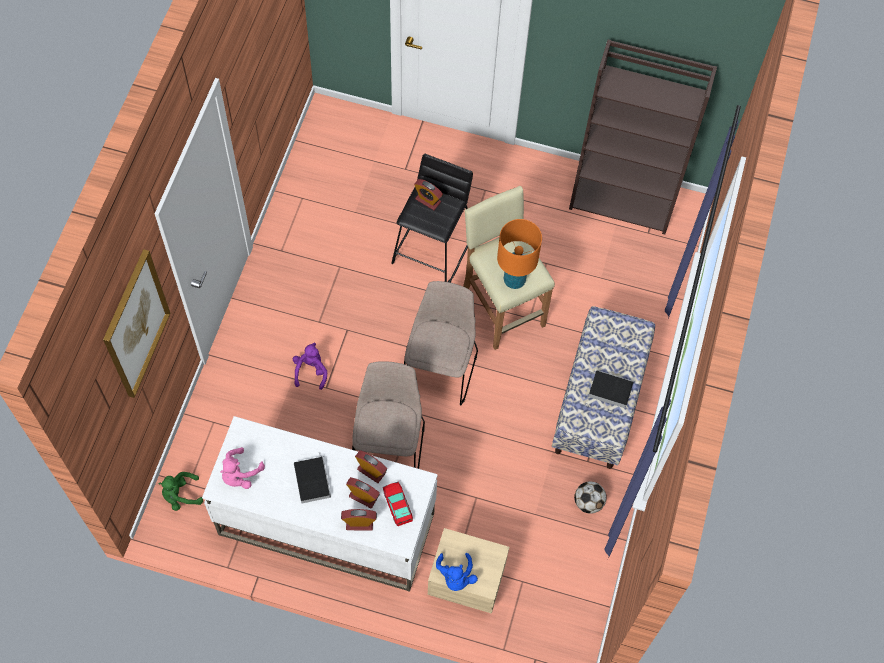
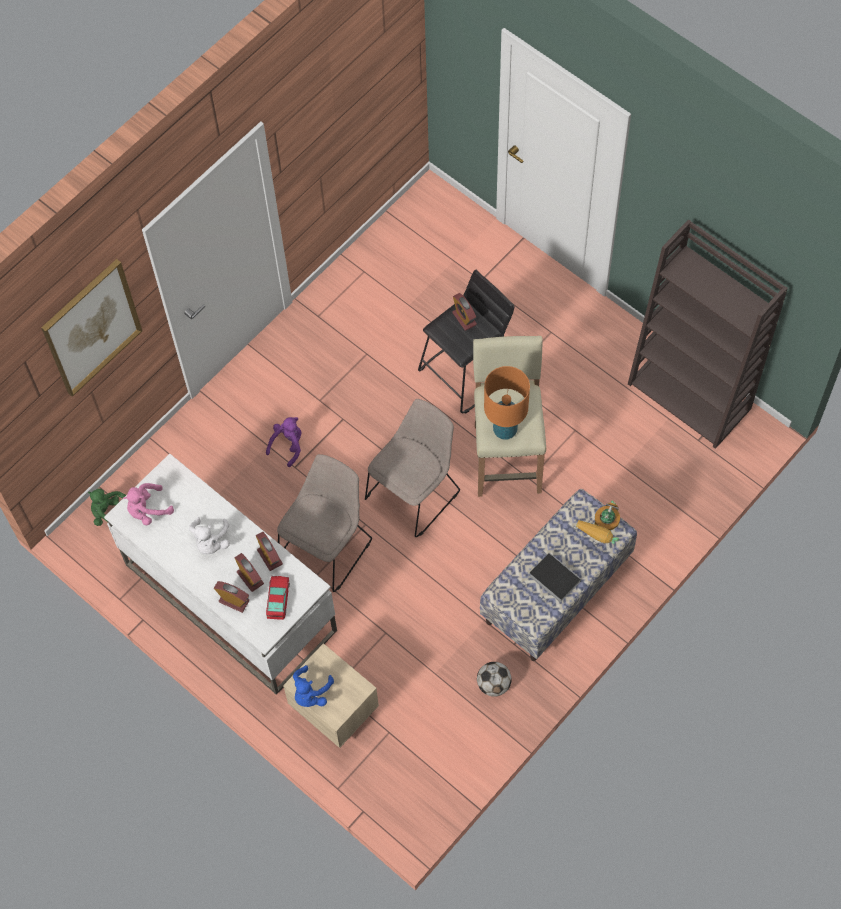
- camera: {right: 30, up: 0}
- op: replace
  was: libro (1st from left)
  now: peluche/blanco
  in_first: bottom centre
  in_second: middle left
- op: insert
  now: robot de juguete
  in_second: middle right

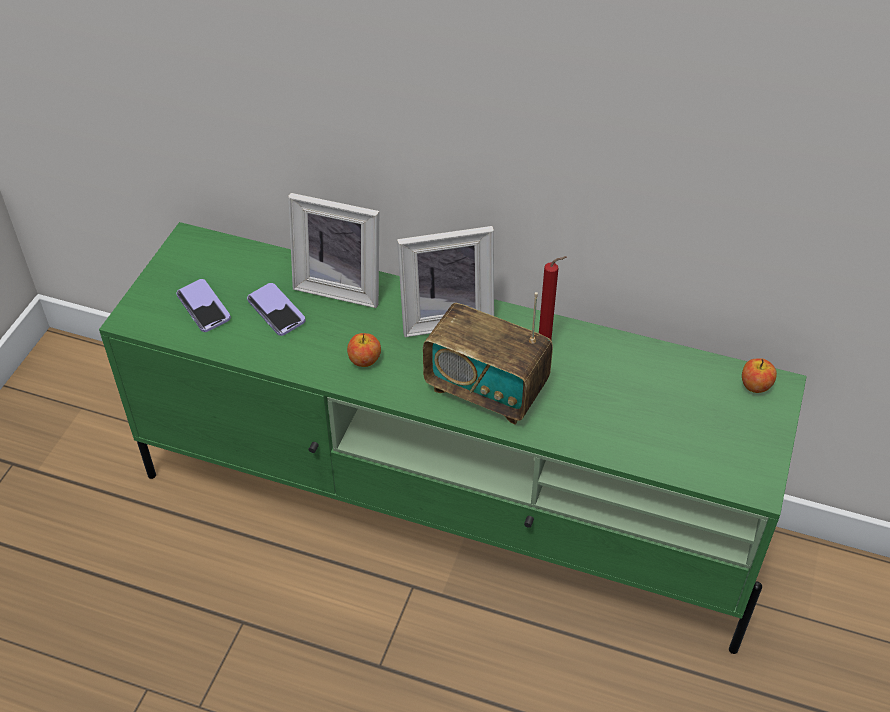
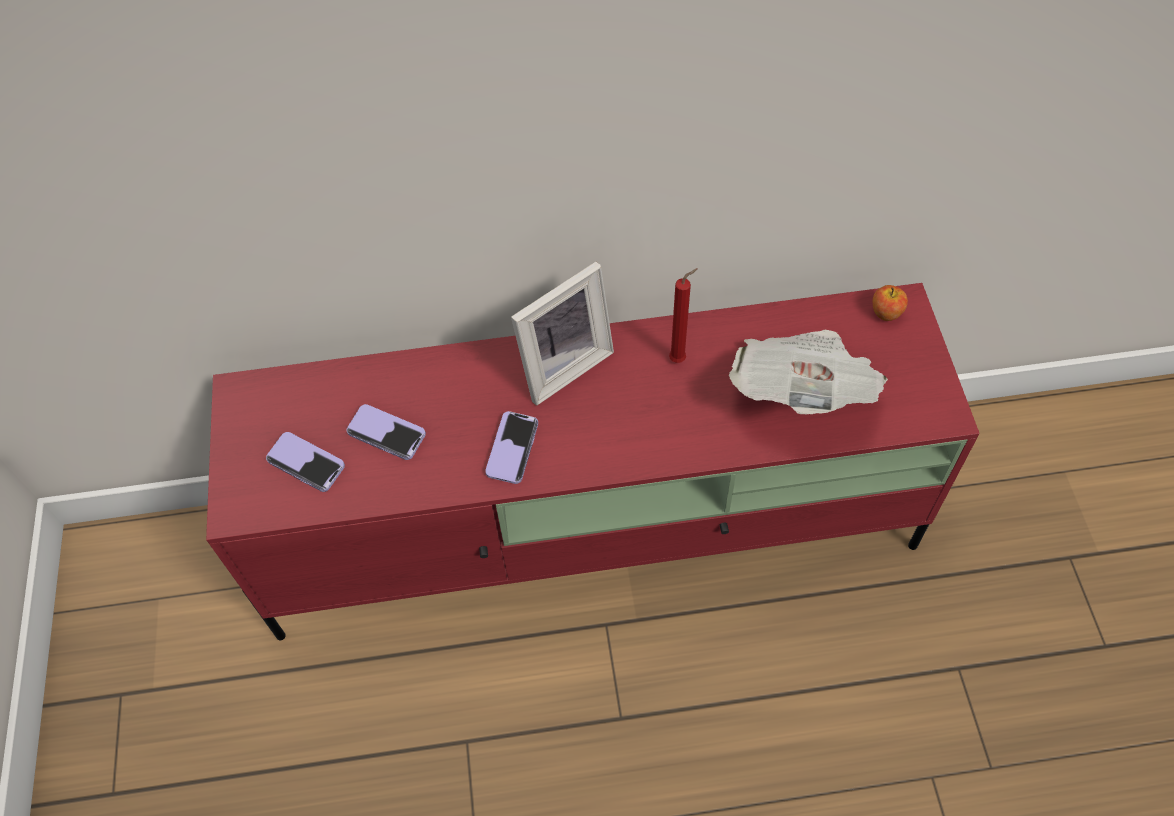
- camera: {right: -25, up: 10}
- op: recolor
  was: mueble de televisión/verde
  now: mueble de televisión/rojo
  in_first: centre
  in_second: centre
- op: delete
  was: portarretratos (1st from left)
  in_first: centre
- op: replace
  was: manzana (1st from left)
  now: móvil (3rd from left)
  in_first: centre
  in_second: centre
- op: delete
  was: radio
  in_first: centre
- op: insert
  now: periódico
  in_second: middle right

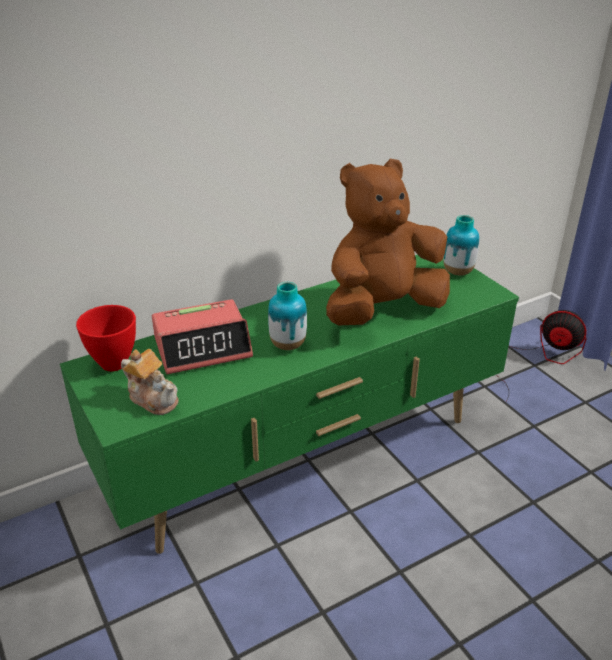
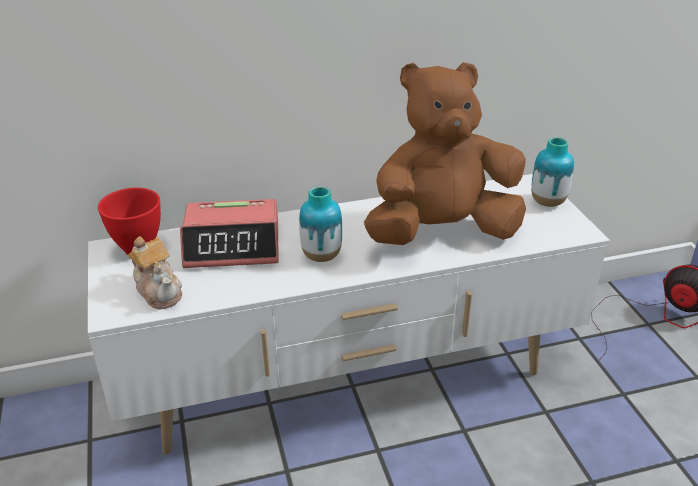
- camera: {right: 15, up: 0}
- op: recolor
  was: mueble de televisión/verde
  now: mueble de televisión/blanco
  in_first: centre
  in_second: centre

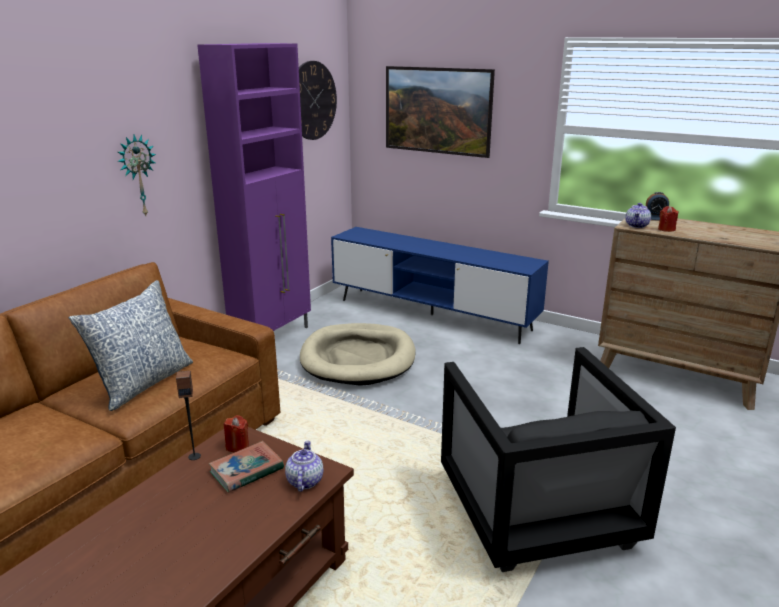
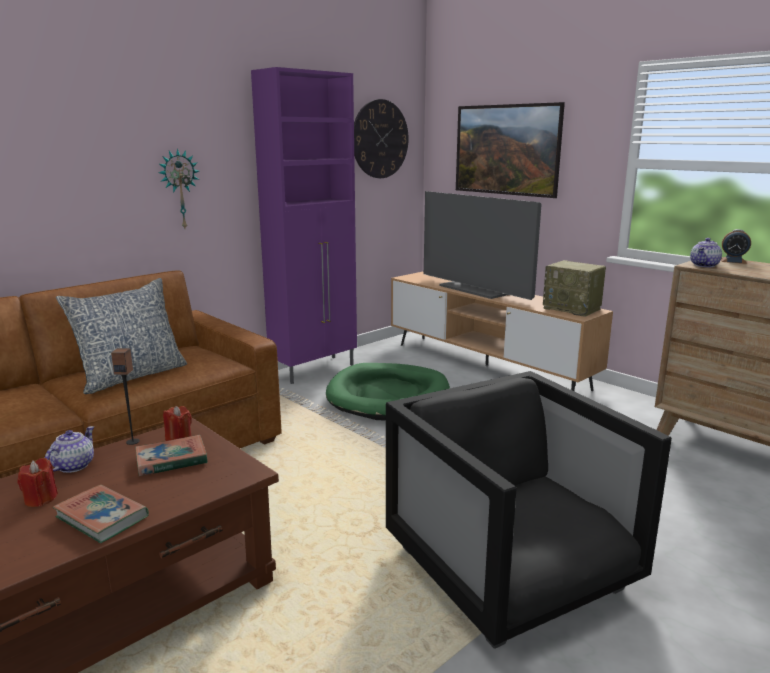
- camera: {right: 15, up: -5}
- op: move
  was: tetera (1st from left)
  in_first: bottom centre
  in_second: bottom left
- op: recolor
  was: cama para perro/beis
  now: cama para perro/verde
  in_first: centre
  in_second: centre
- op: recolor
  was: mueble de televisión/azul
  now: mueble de televisión/marrón
  in_first: centre
  in_second: centre
- op: rotate
  was: sillón/negro
  in_first: bottom right
  in_second: bottom right
  clockwise: 150
- op: move
  was: vela/rojo (2nd from left in the first image)
  now: vela/rojo (1st from left)
  in_first: middle right
  in_second: bottom left
- op: insert
  now: libro (1st from left)
  in_second: bottom left
- op: insert
  now: televisor
  in_second: centre
- op: insert
  now: radio
  in_second: middle right

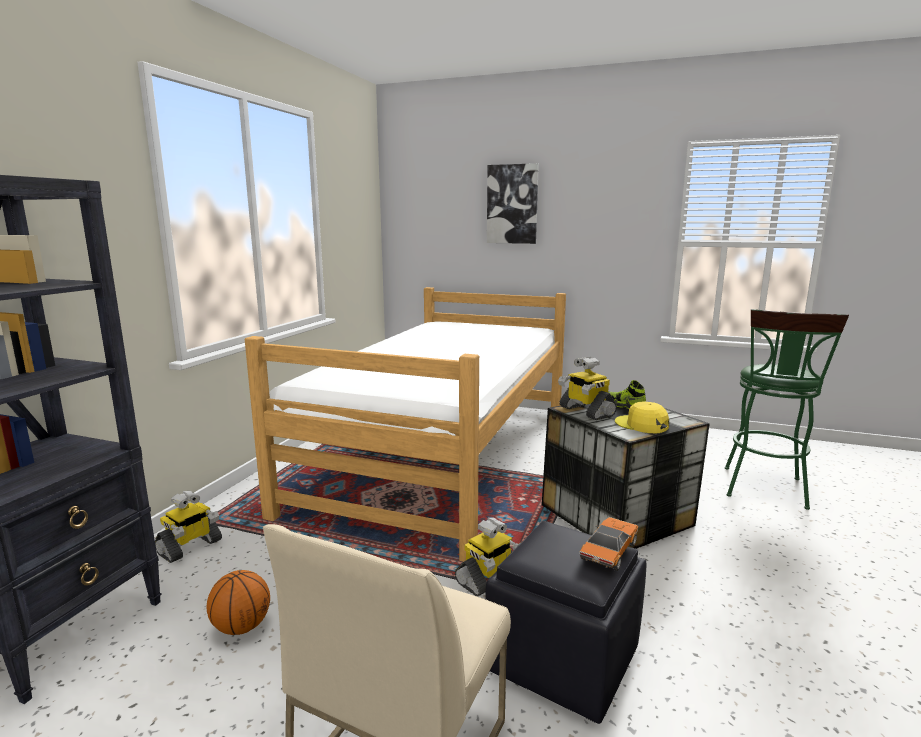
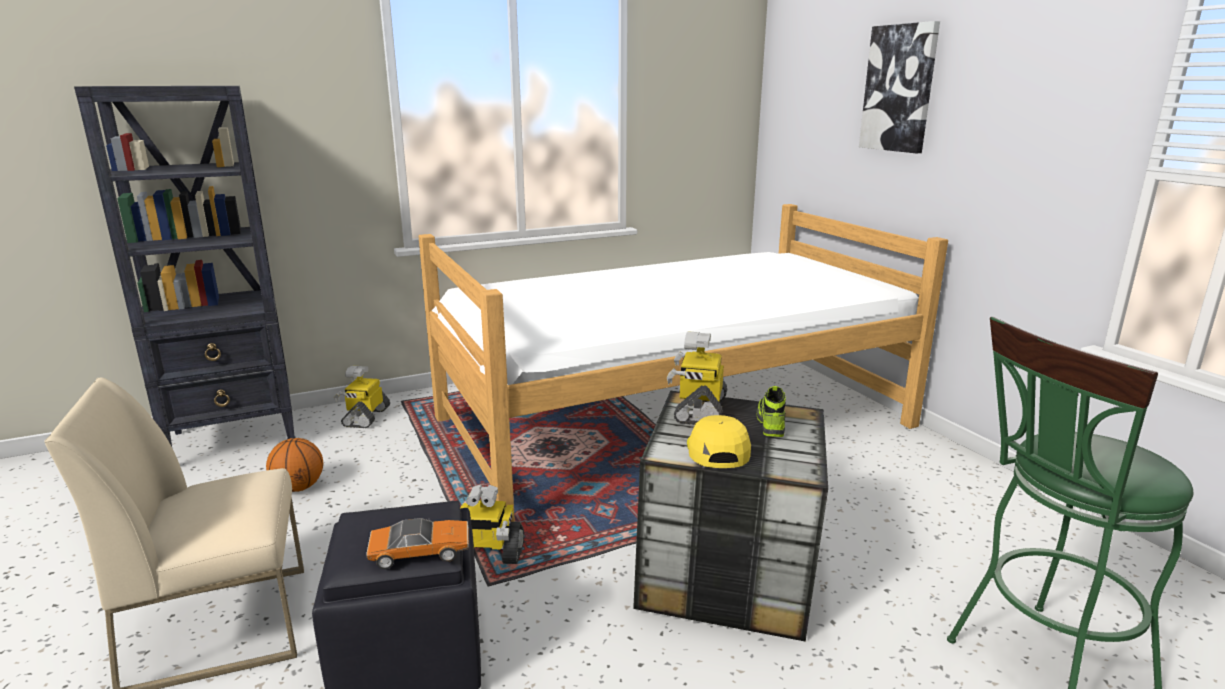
- camera: {right: 45, up: 5}
- op: rotate
  was: robot de juguete (1st from left)
  in_first: bottom left
  in_second: middle left
  clockwise: 105

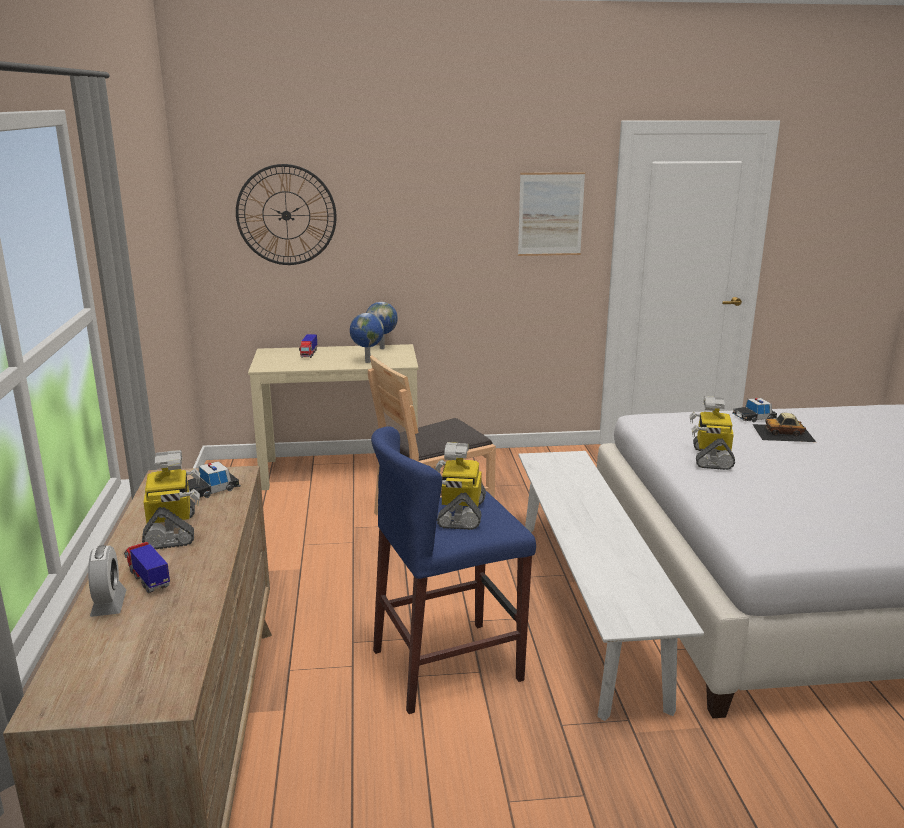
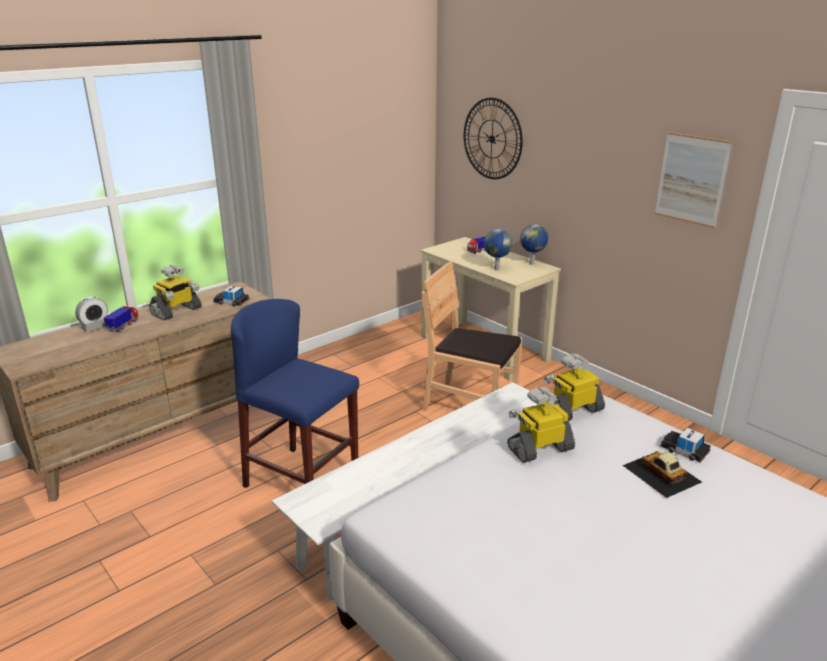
- camera: {right: 55, up: 5}
- op: move
  was: robot de juguete (2nd from left in the first image)
  now: robot de juguete (3rd from left)
  in_first: centre
  in_second: middle right

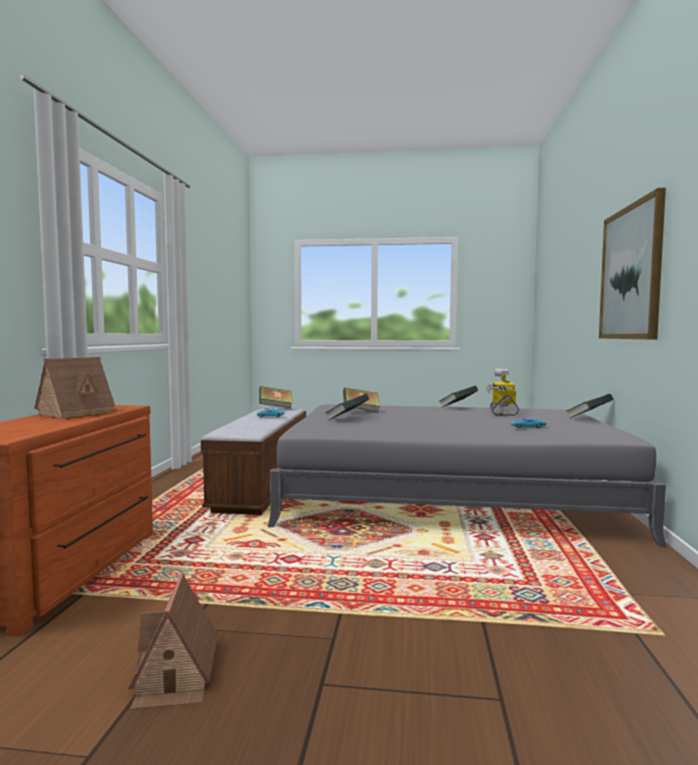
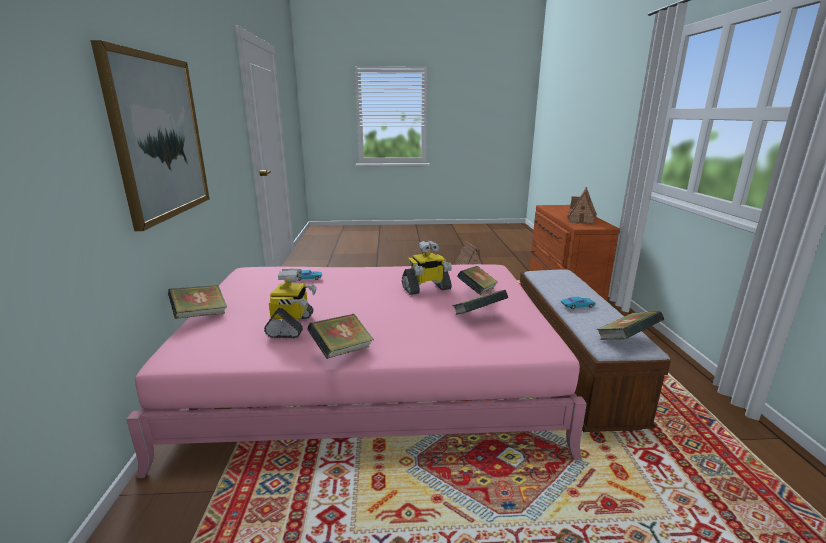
- camera: {right: 170, up: 15}
- op: recolor
  was: cama/gris
  now: cama/rosa
  in_first: middle right
  in_second: bottom centre
- op: insert
  now: robot de juguete (2nd from left)
  in_second: centre

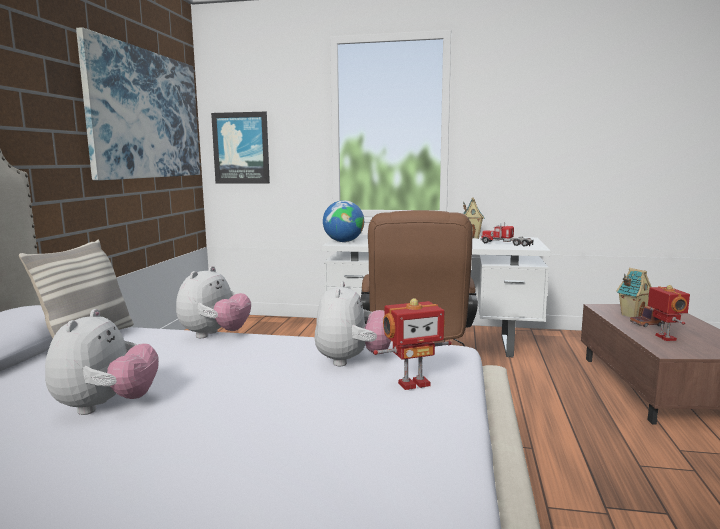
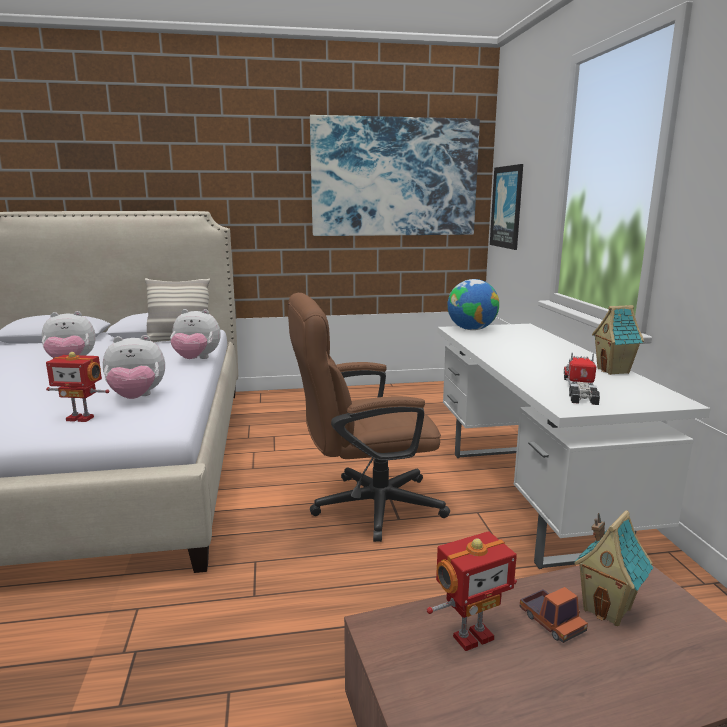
- camera: {right: 70, up: 5}
- op: rotate
  was: robot de juguete (1st from left)
  in_first: centre
  in_second: middle left
  clockwise: -45

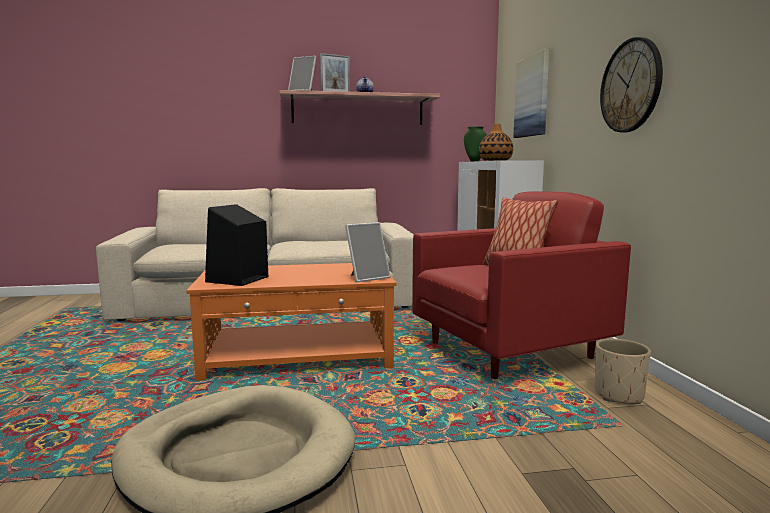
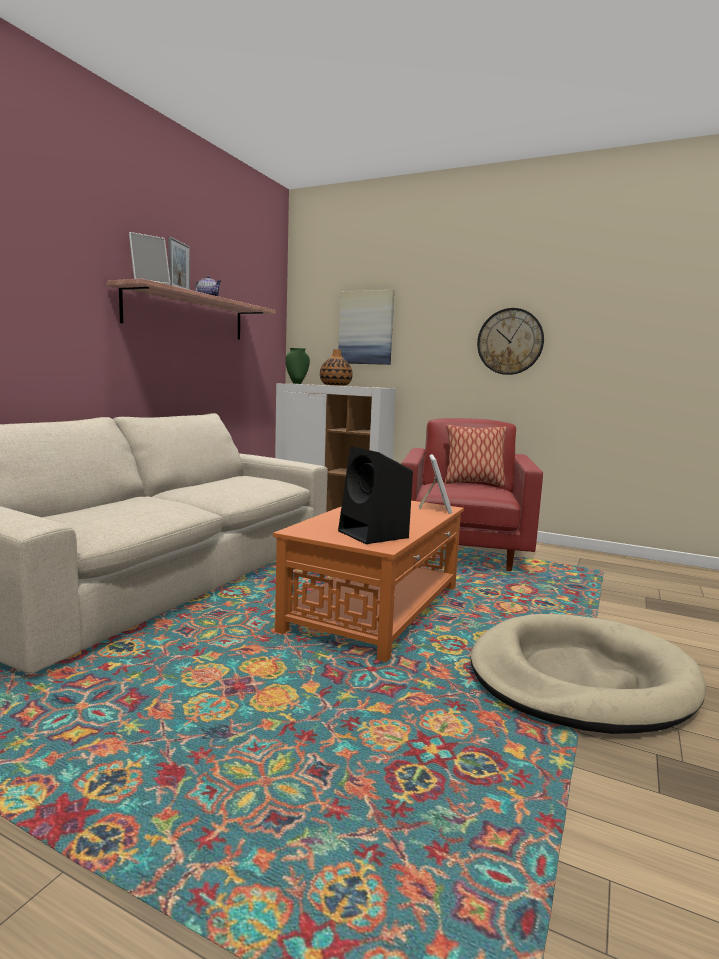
- camera: {right: -55, up: 0}
- op: delete
  was: maceta/beis
  in_first: bottom right

